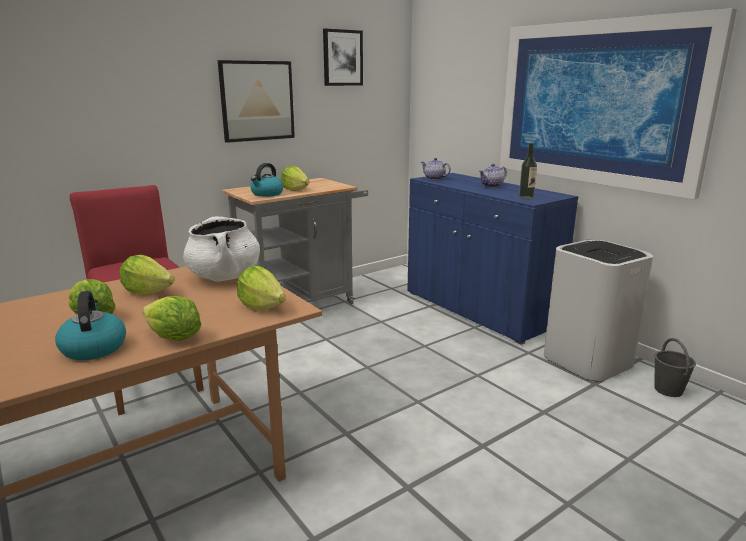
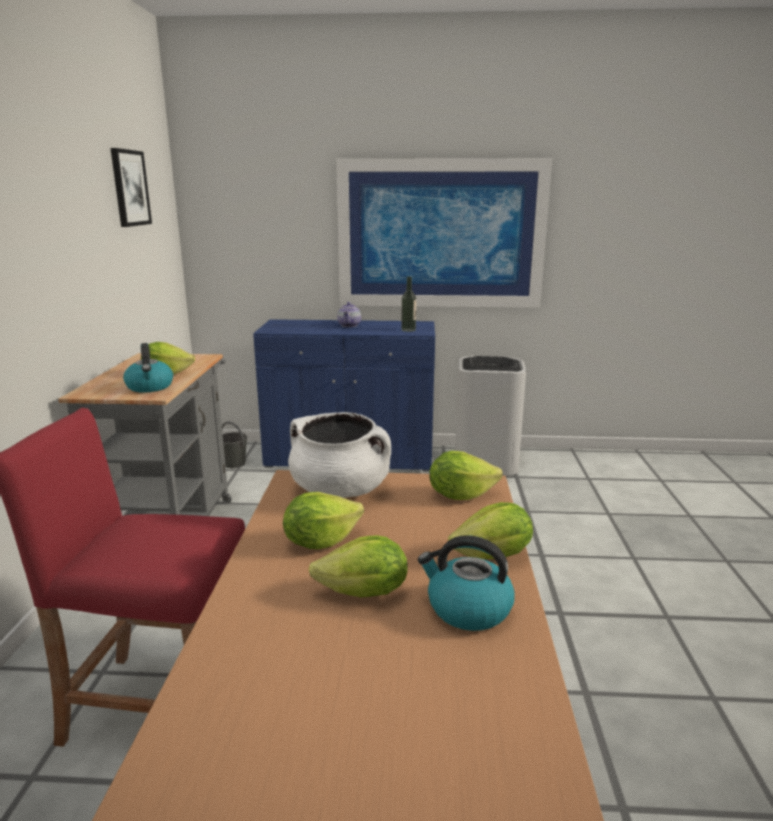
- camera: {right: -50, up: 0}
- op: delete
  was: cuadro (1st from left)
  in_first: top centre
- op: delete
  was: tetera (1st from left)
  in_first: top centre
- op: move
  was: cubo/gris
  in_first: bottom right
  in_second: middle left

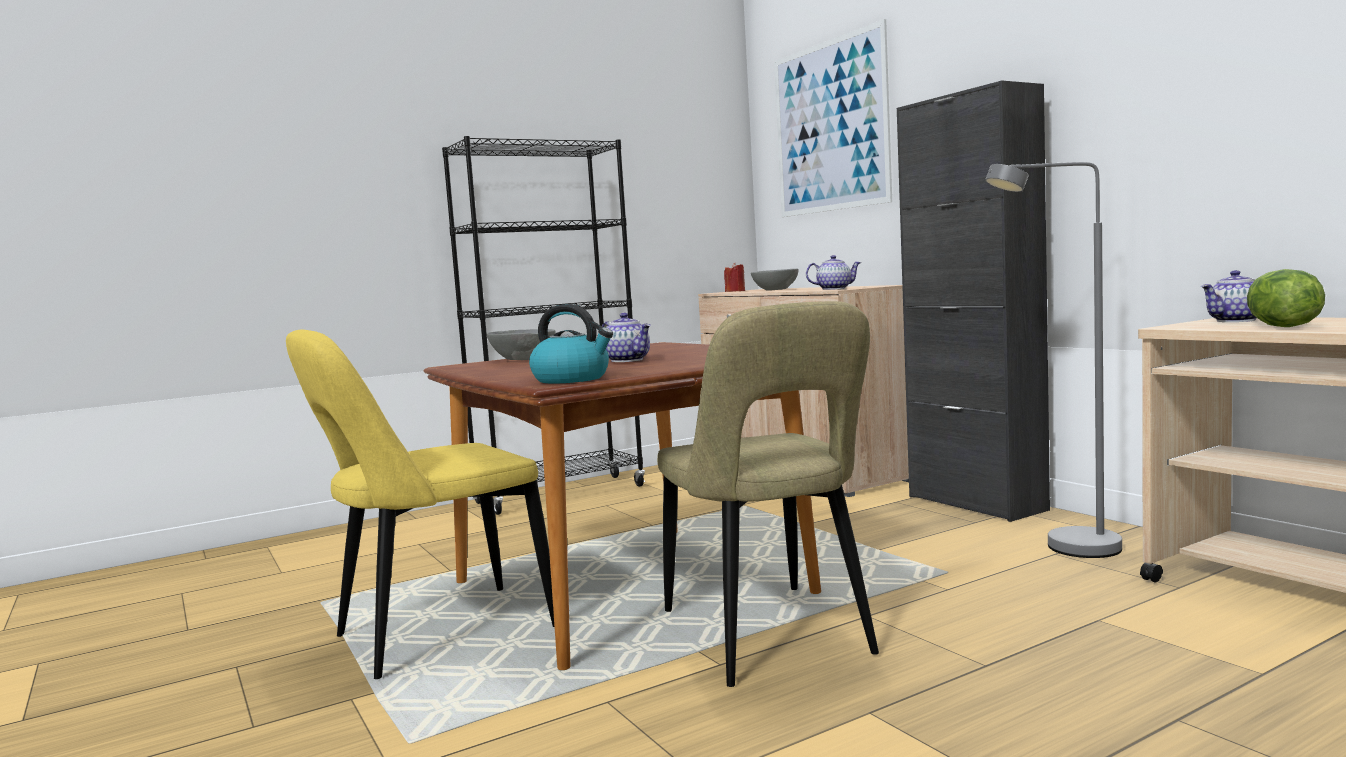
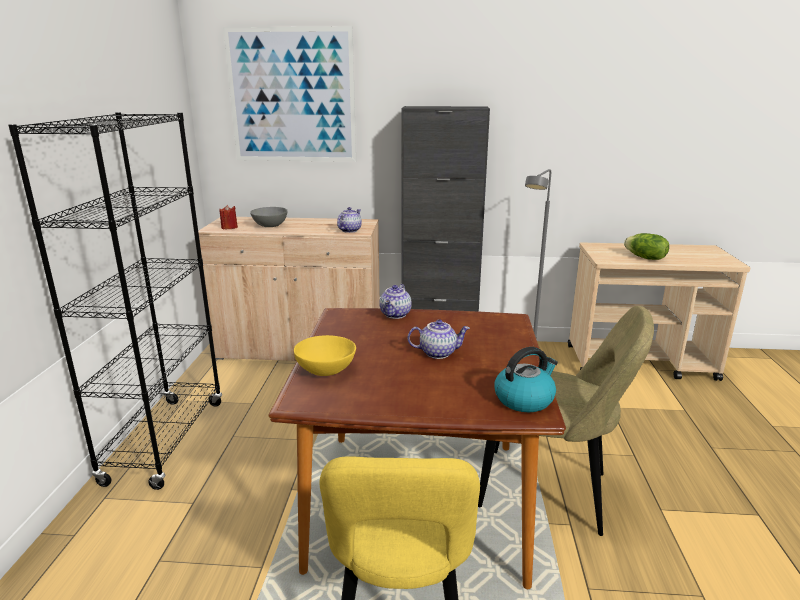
- camera: {right: -55, up: 15}
- op: recolor
  was: cuenco/gris (1st from left)
  now: cuenco/amarillo
  in_first: centre
  in_second: centre
- op: move
  was: tetera (3rd from left in the first image)
  now: tetera (2nd from left)
  in_first: middle right
  in_second: centre

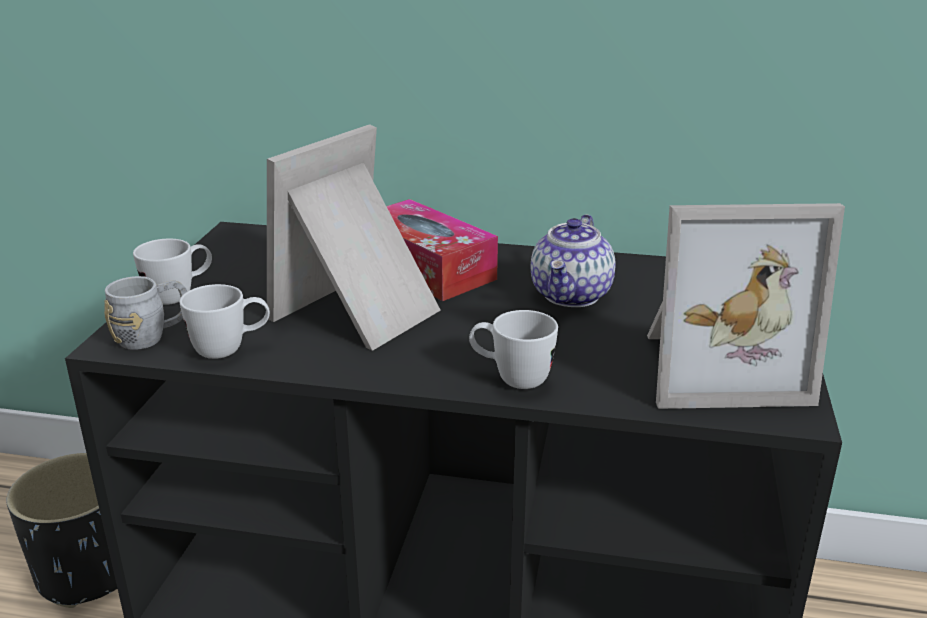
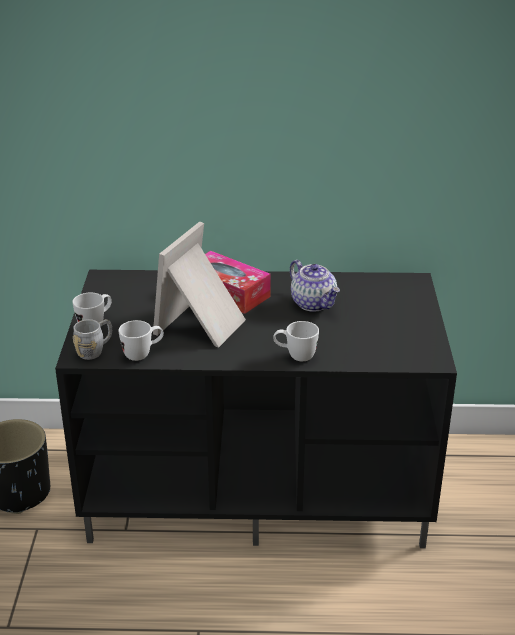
- camera: {right: -10, up: 5}
- op: rotate
  was: tetera
  in_first: centre
  in_second: centre
  clockwise: -45
- op: delete
  was: portarretratos (2nd from left)
  in_first: middle right

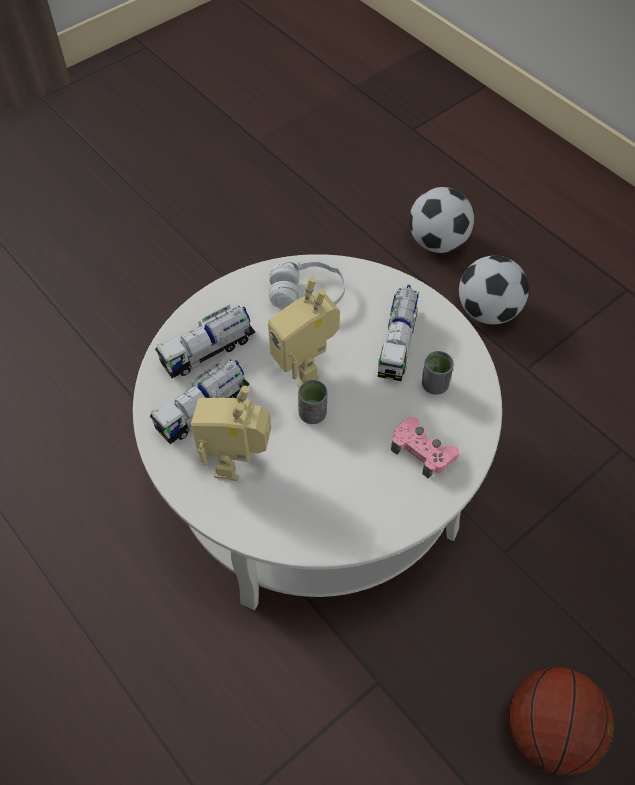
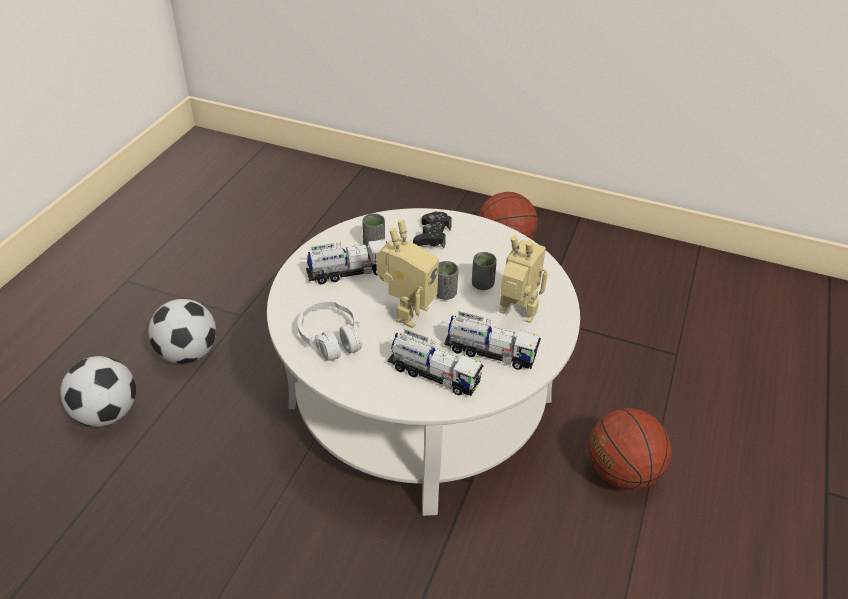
- camera: {right: -120, up: -15}
- op: rotate
  was: robot de juguete (1st from left in the first image)
  in_first: centre
  in_second: centre
  clockwise: -135
- op: recolor
  was: mando de consola/rosa
  now: mando de consola/negro
  in_first: middle right
  in_second: centre
- op: insert
  now: taza/gris (3rd from left)
  in_second: centre
- op: insert
  now: balón de baloncesto (2nd from left)
  in_second: bottom right

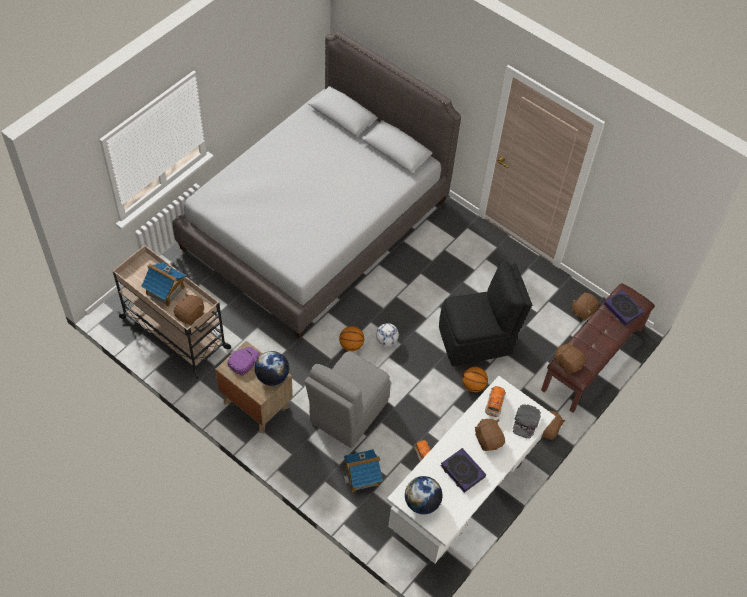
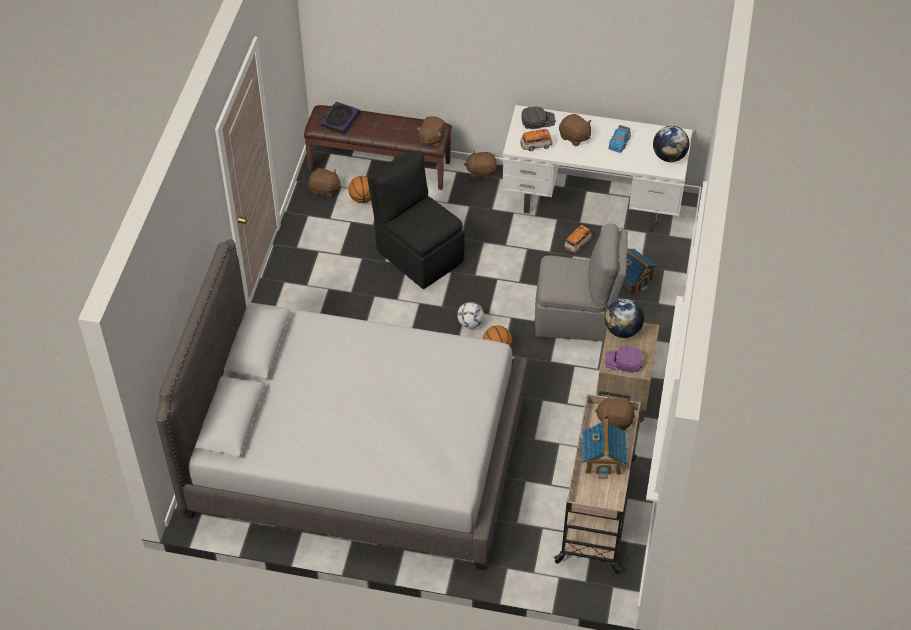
- camera: {right: -115, up: -5}
- op: replace
  was: libro (1st from left)
  now: coche de juguete (3rd from left)
  in_first: bottom centre
  in_second: top right
- op: move
  was: balón de baloncesto (2nd from left in the first image)
  now: balón de baloncesto (1st from left)
  in_first: centre
  in_second: top centre
- op: rotate
  was: peluche/marrón (2nd from left in the first image)
  in_first: bottom centre
  in_second: top centre
  clockwise: -90

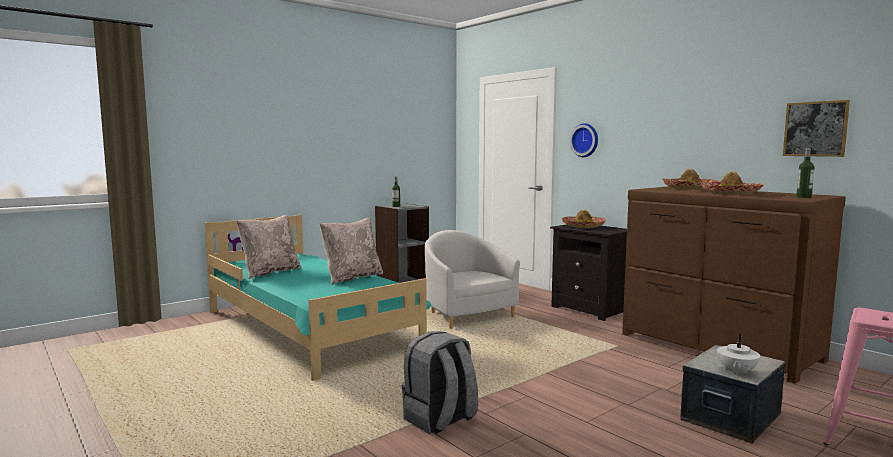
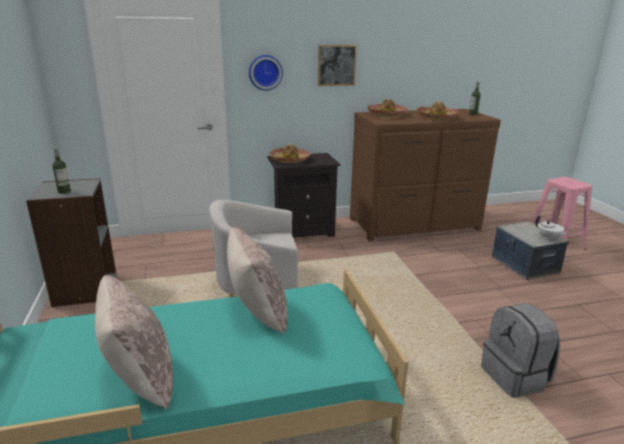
- camera: {right: -65, up: 15}
- op: move
  was: cuadro
  in_first: top right
  in_second: top centre

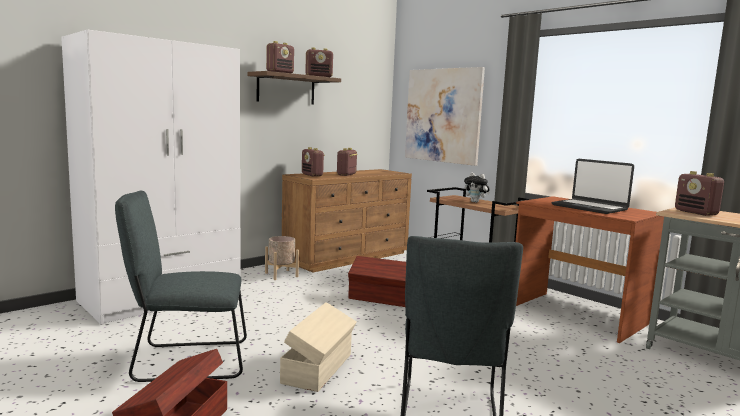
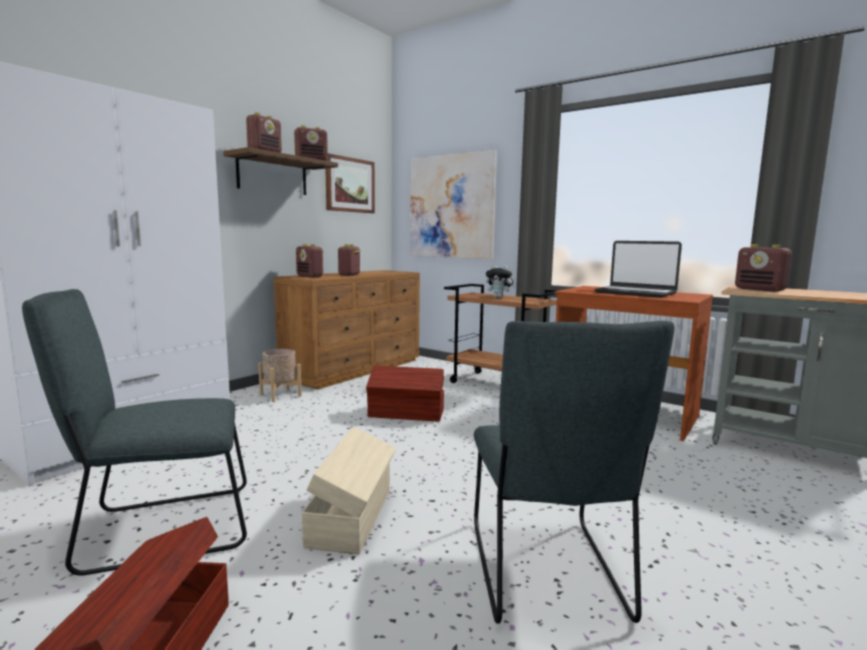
- camera: {right: -10, up: 0}
- op: insert
  now: cuadro (1st from left)
  in_second: top centre

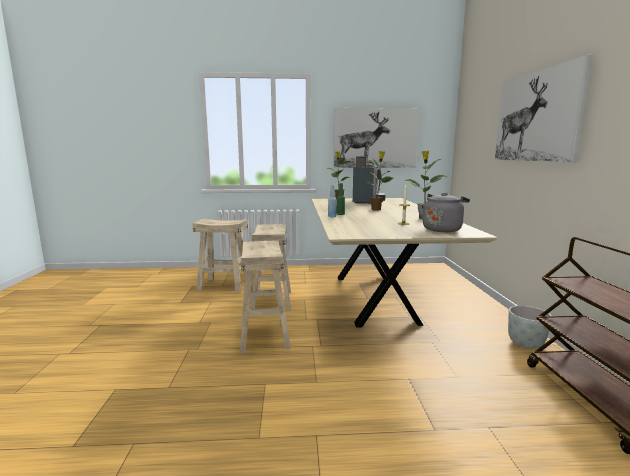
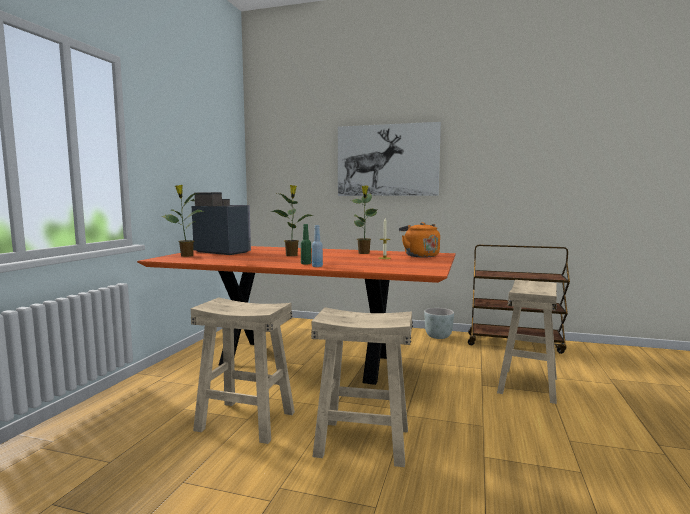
- camera: {right: -70, up: -5}
- op: move
  was: taburete/beis (1st from left in the first image)
  now: taburete/beis (3rd from left)
  in_first: centre
  in_second: middle right
- op: recolor
  was: mesa de comedor/beis
  now: mesa de comedor/naranja
  in_first: centre
  in_second: centre
- op: delete
  was: cuadro (1st from left)
  in_first: top centre
- op: recolor
  was: hervidor/gris
  now: hervidor/naranja
  in_first: middle right
  in_second: centre

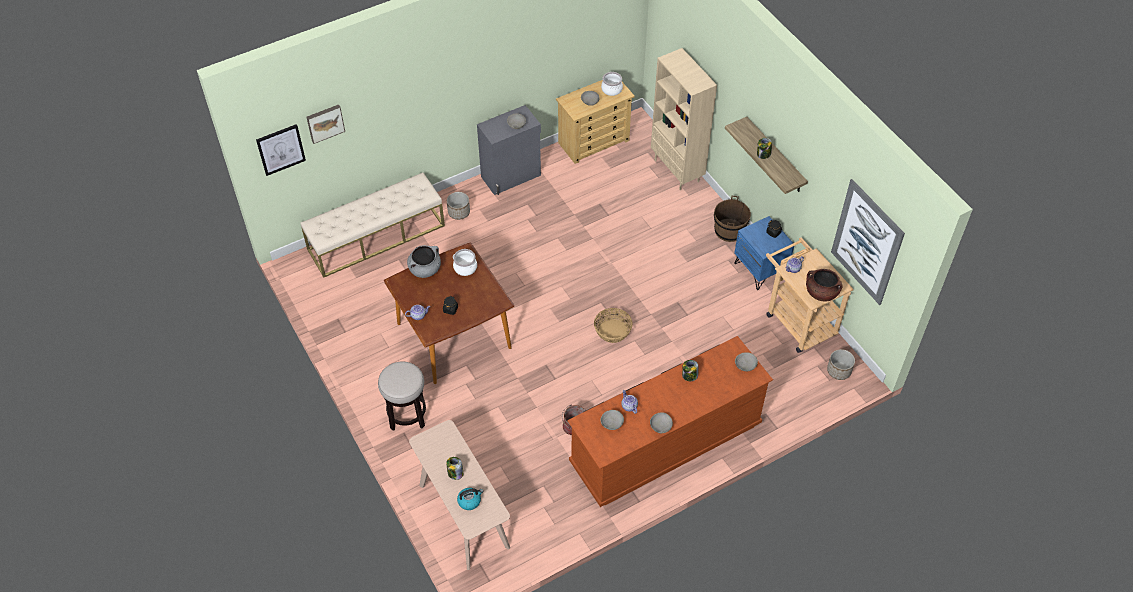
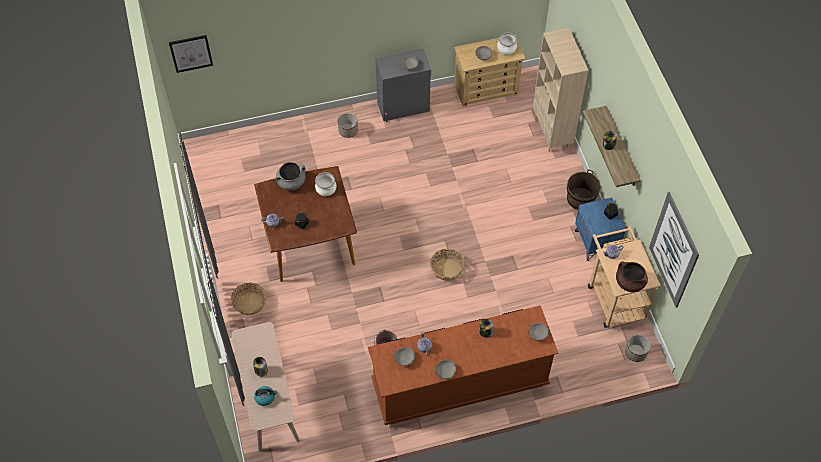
- camera: {right: 15, up: 5}
- op: delete
  was: banco/beis
  in_first: middle left
- op: delete
  was: cuadro (2nd from left)
  in_first: top left
- op: replace
  was: taburete
  now: cesta (1st from left)
  in_first: bottom centre
  in_second: middle left

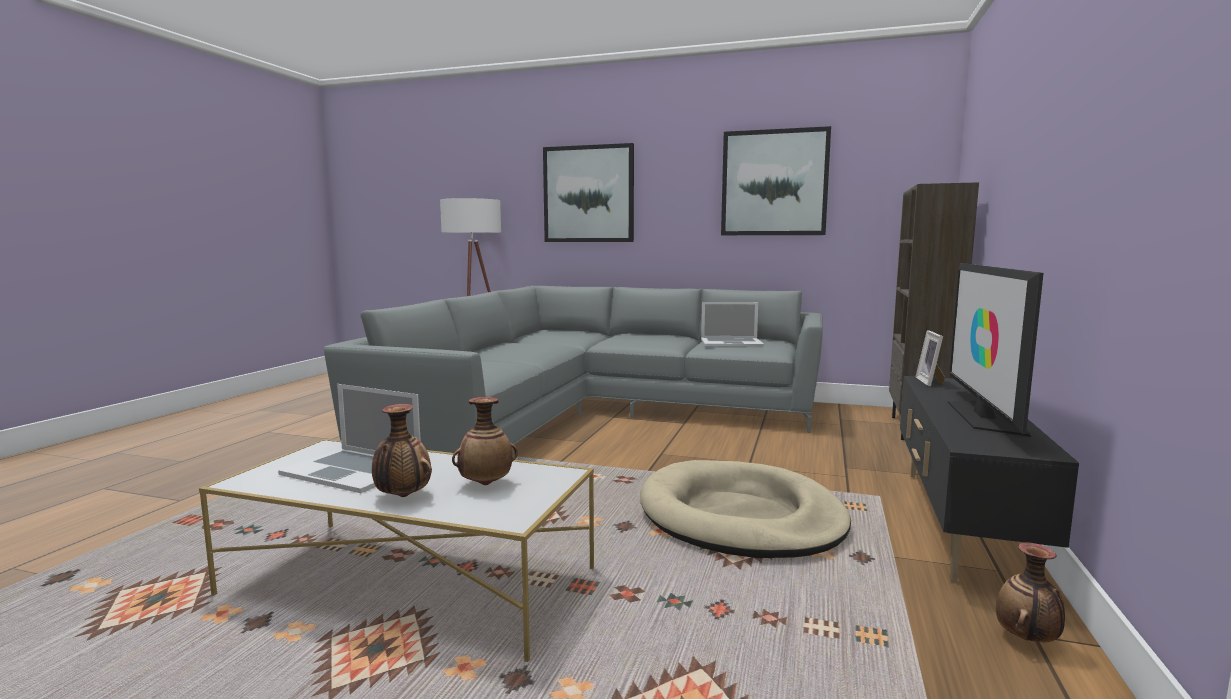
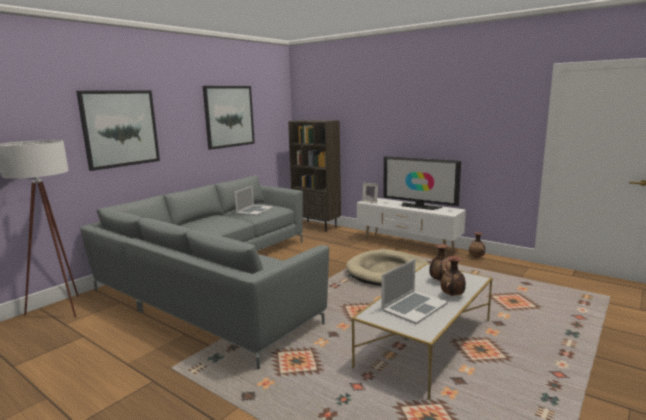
- camera: {right: -70, up: 5}
- op: recolor
  was: mueble de televisión/negro
  now: mueble de televisión/blanco
  in_first: bottom right
  in_second: centre

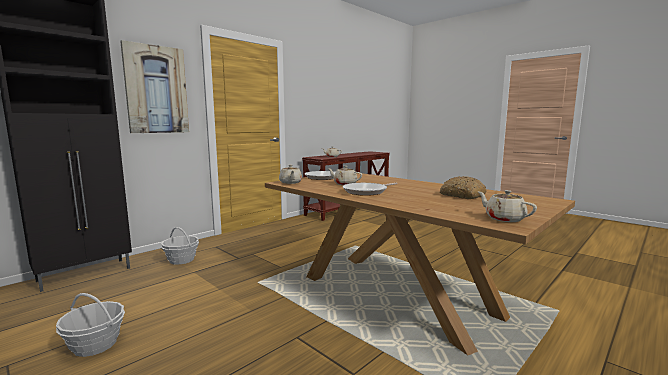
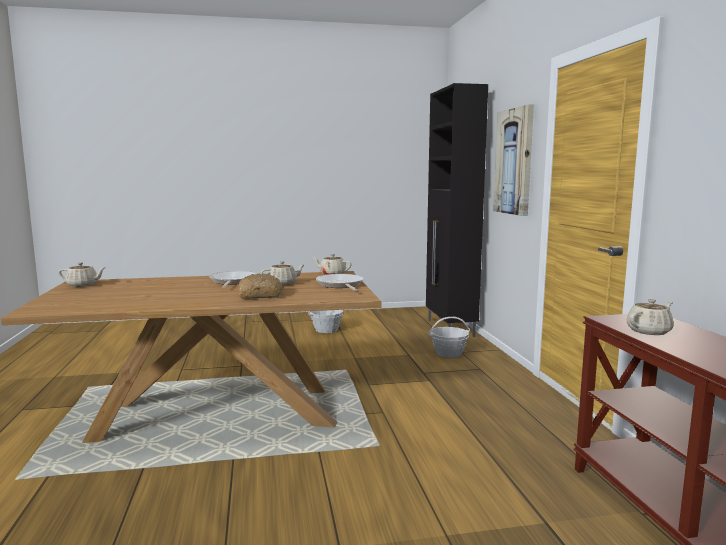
- camera: {right: 125, up: 0}
- op: move
  was: pan
  in_first: middle right
  in_second: centre

